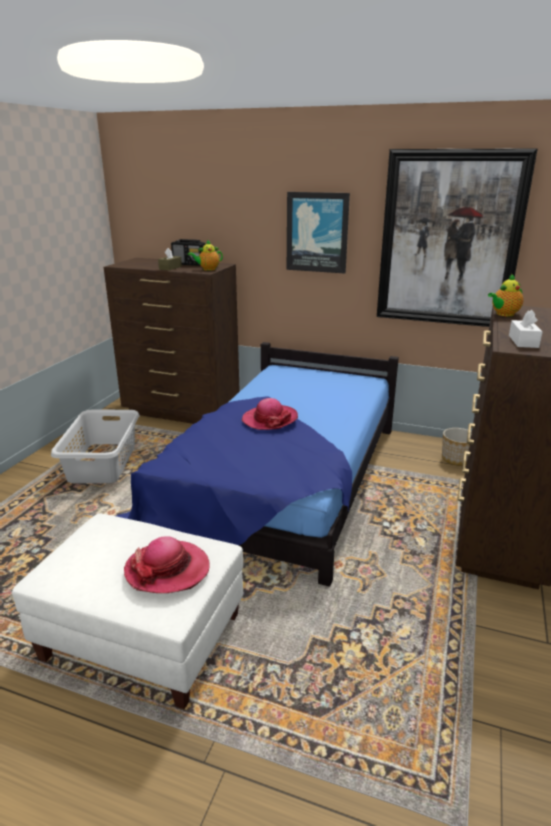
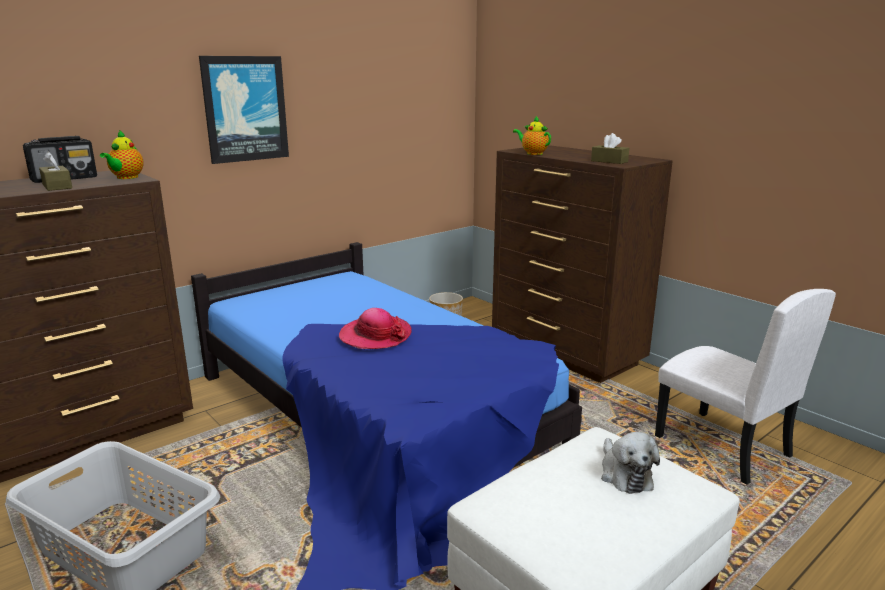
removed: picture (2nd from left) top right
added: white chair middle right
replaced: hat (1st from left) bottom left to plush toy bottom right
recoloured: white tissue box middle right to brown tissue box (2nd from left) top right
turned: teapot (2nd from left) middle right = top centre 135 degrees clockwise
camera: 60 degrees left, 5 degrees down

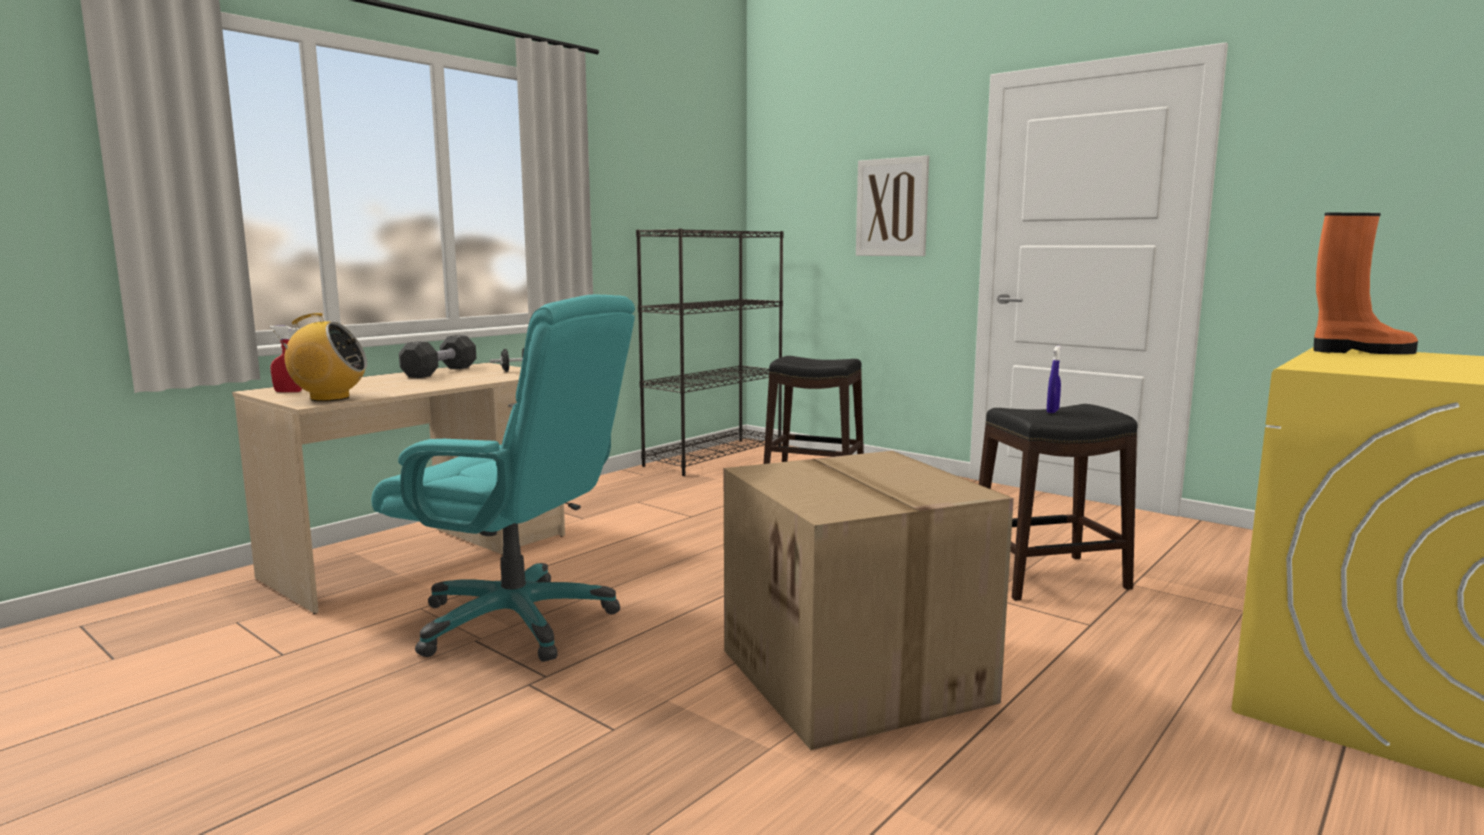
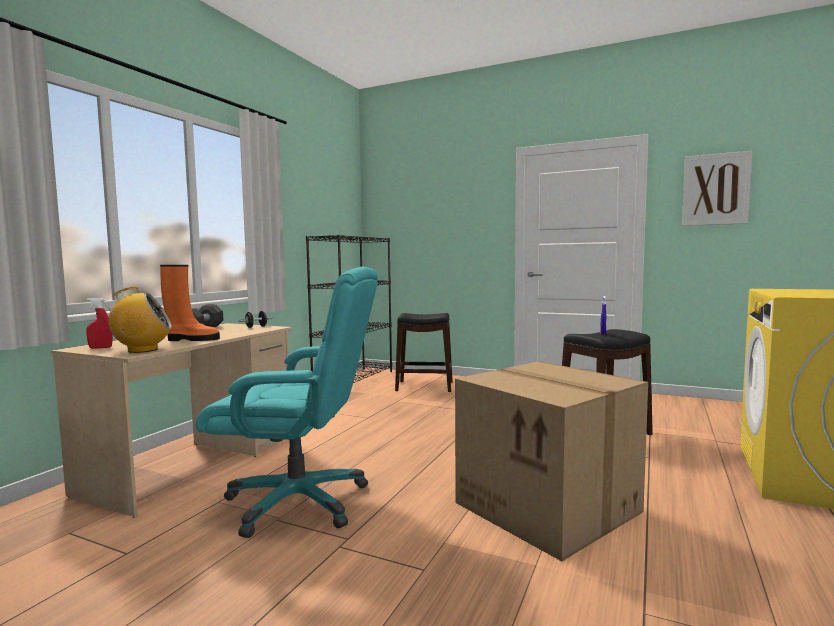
moved: picture top centre to top right; orange boot middle right to middle left
camera: 15 degrees left, 5 degrees down

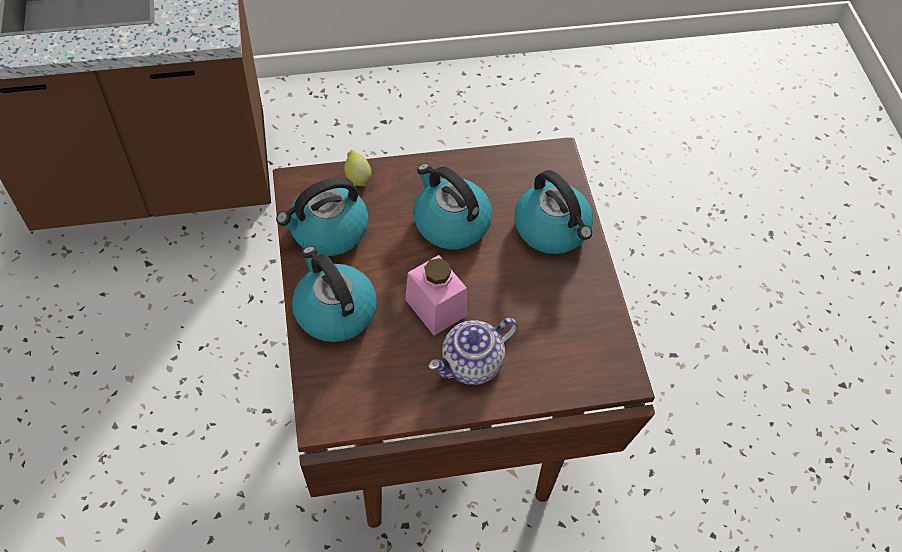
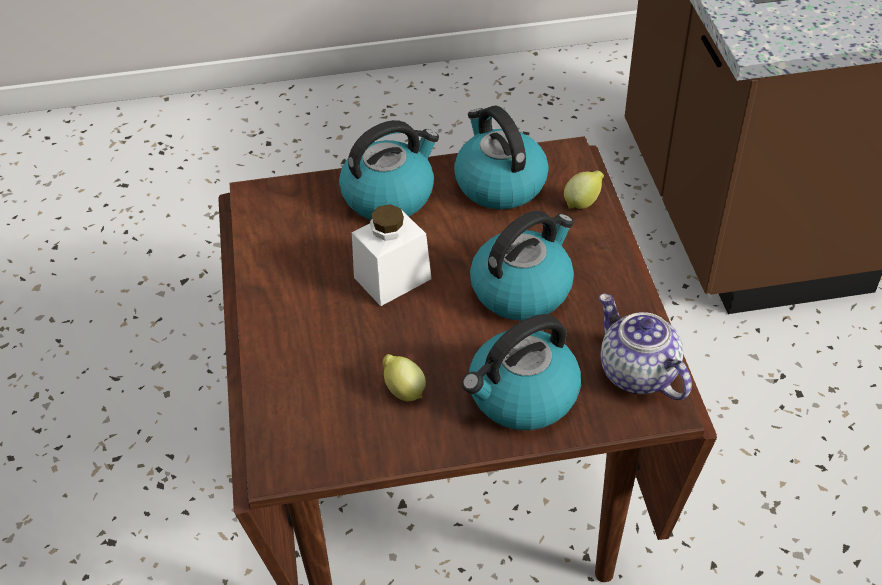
added: lemon (1st from left) centre
moved: teapot centre to middle right
recoloured: pink jar centre to white jar centre
camera: 95 degrees right, 10 degrees down

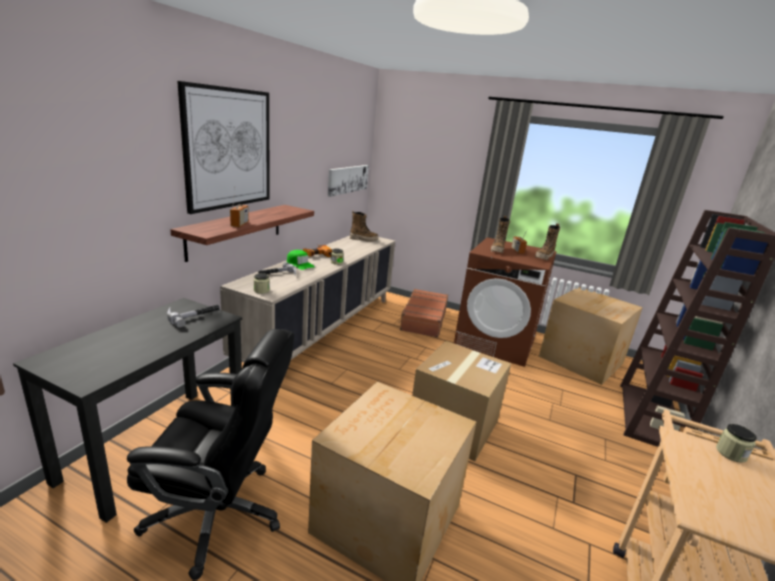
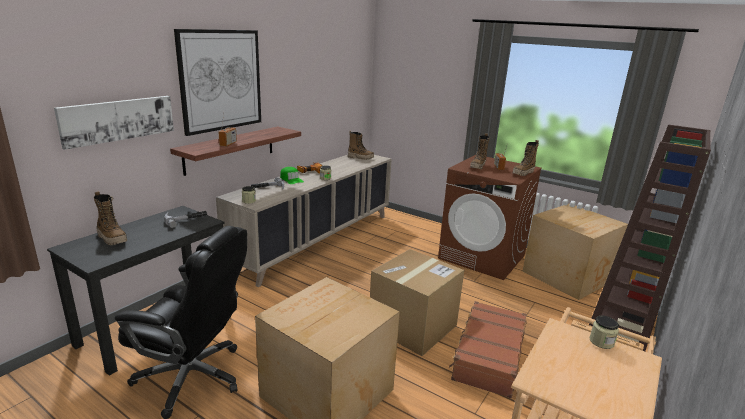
added: boot (1st from left) middle left
moved: picture (2nd from left in the first image) top centre to picture (1st from left) top left; brown suitcase centre to bottom centre
camera: 10 degrees right, 0 degrees up

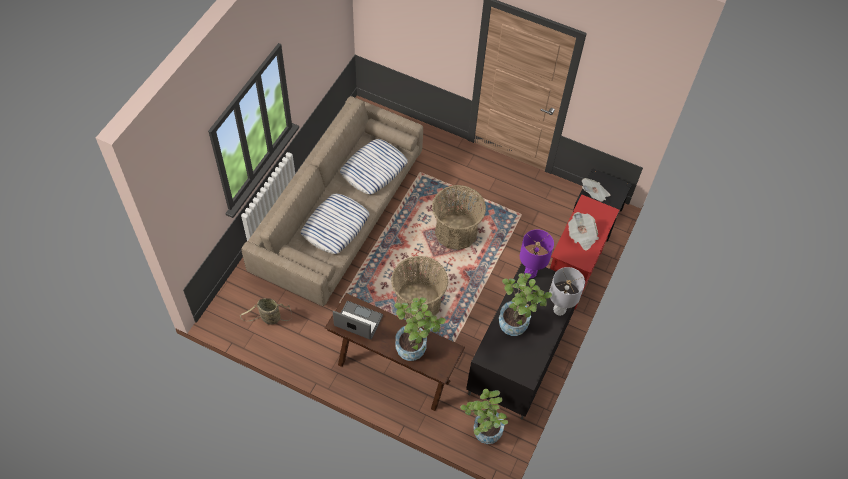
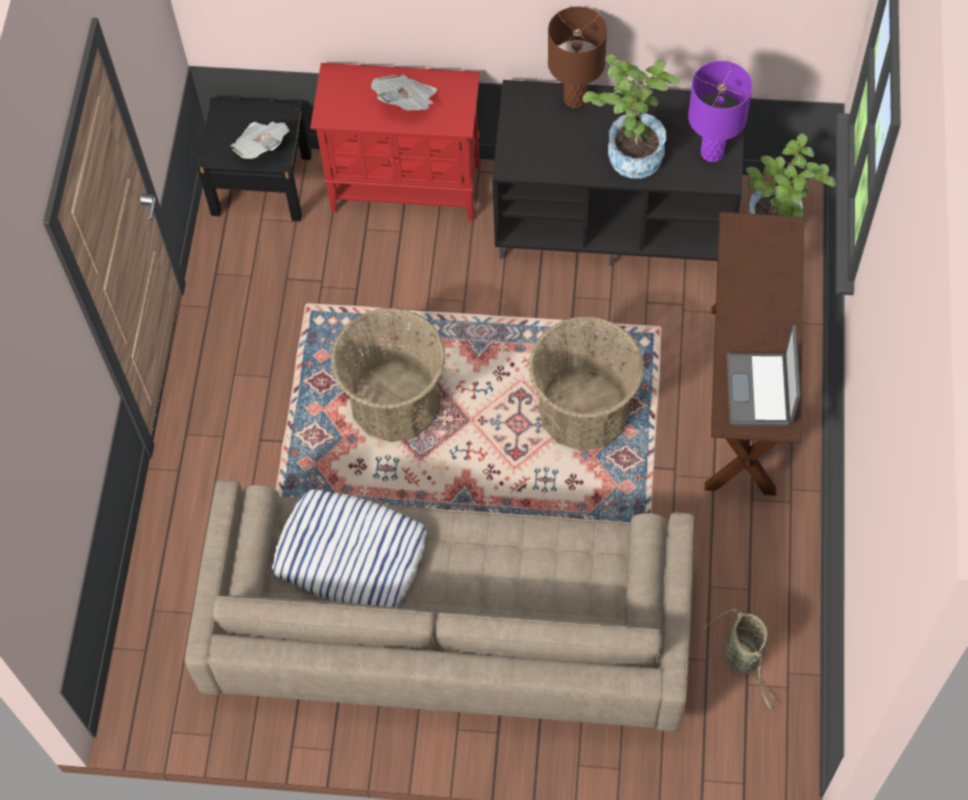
removed: pillow (1st from left) centre; potted plant (1st from left) bottom centre
moved: purple table lamp centre to top right
recoloured: grey table lamp middle right to brown table lamp top centre
camera: 105 degrees left, 5 degrees up

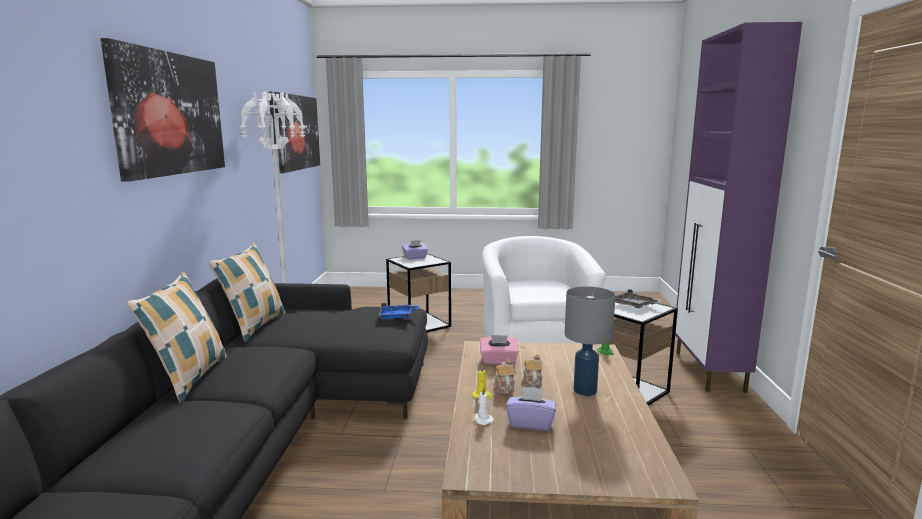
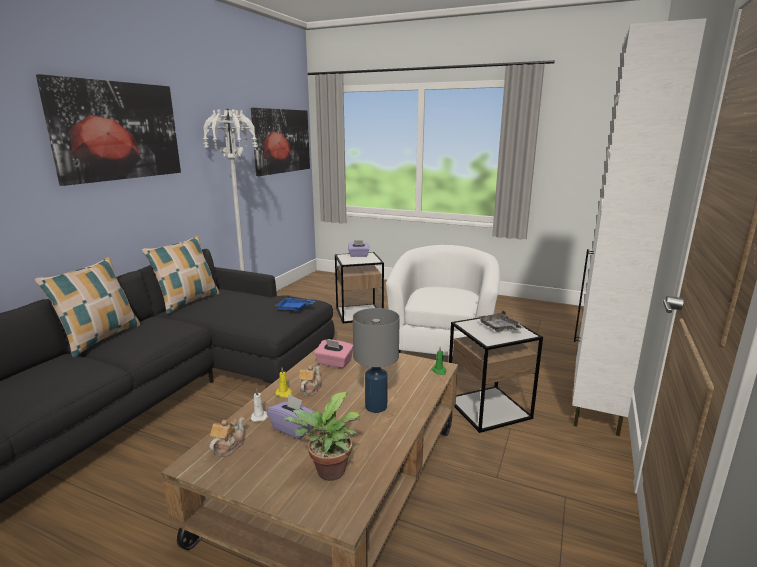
added: potted plant bottom centre
moved: teapot (2nd from left in the first image) bottom centre to teapot (1st from left) bottom left
recoloured: purple cabinet middle right to white cabinet middle right
camera: 20 degrees right, 5 degrees up

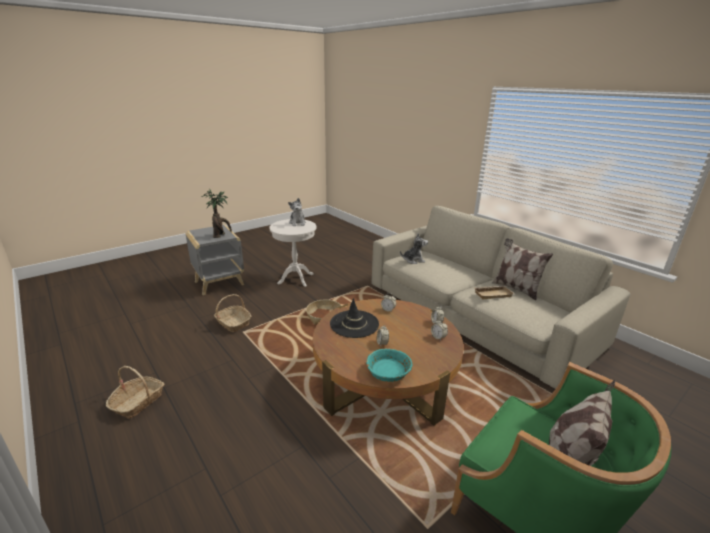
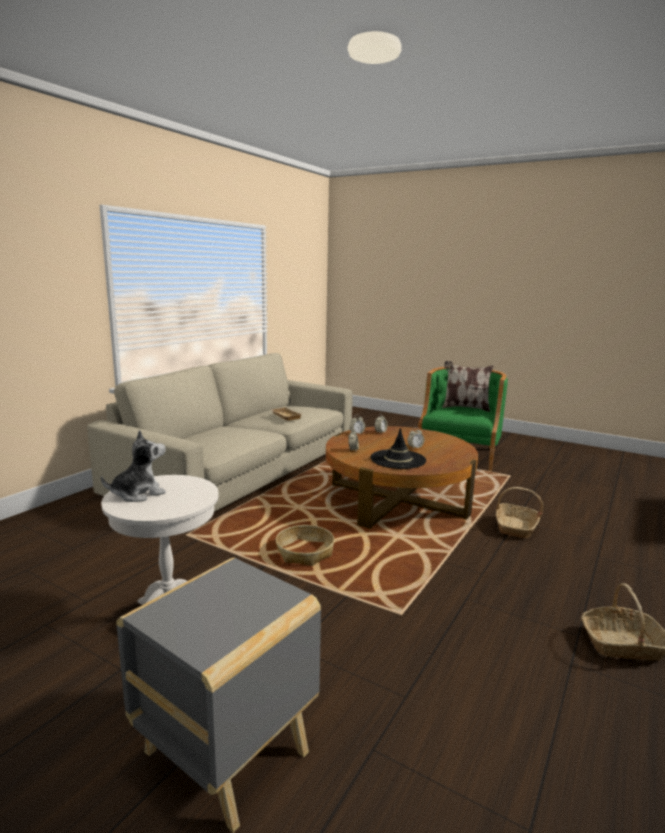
removed: potted plant middle left; turquoise bowl bottom centre; plush toy (2nd from left) centre; pillow (1st from left) middle right
moved: basket (2nd from left) middle left to middle right
camera: 110 degrees left, 10 degrees down

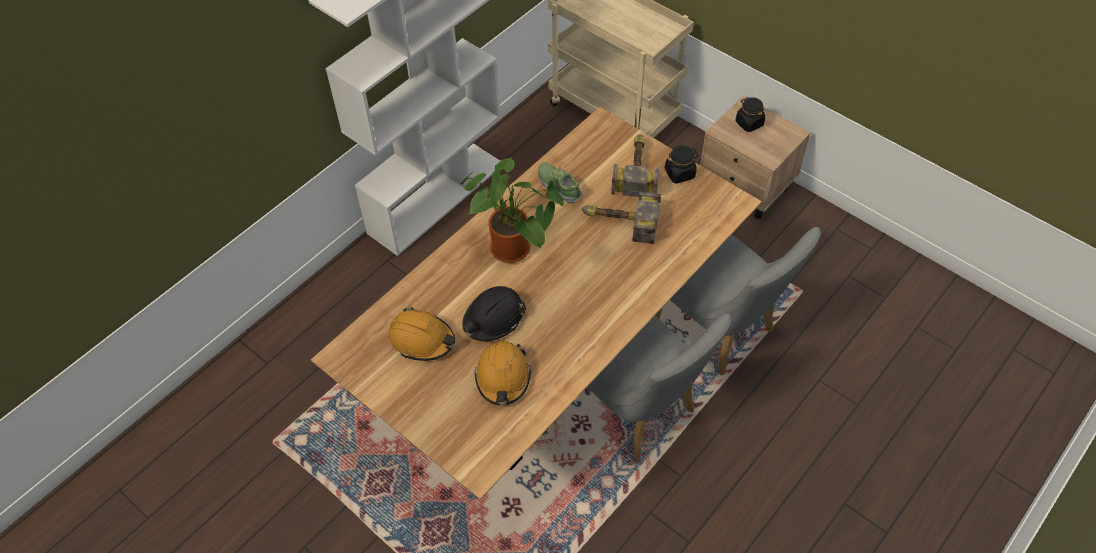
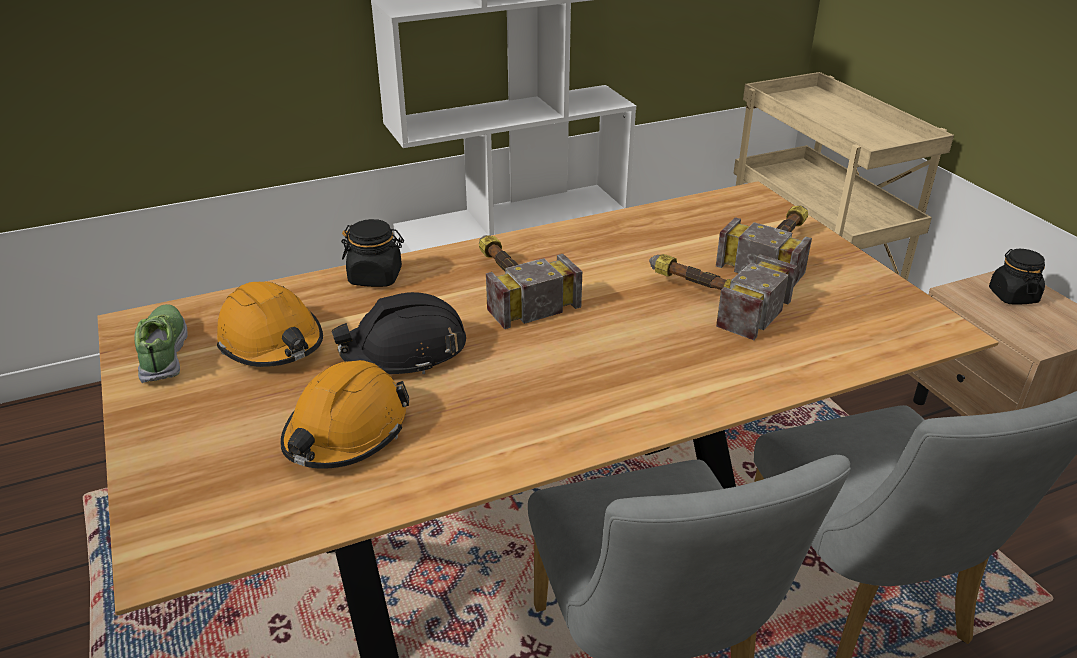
moved: shoe top centre to middle left; black jar (1st from left) top centre to centre
replaced: potted plant centre to hammer (1st from left) centre
camera: 25 degrees right, 20 degrees down

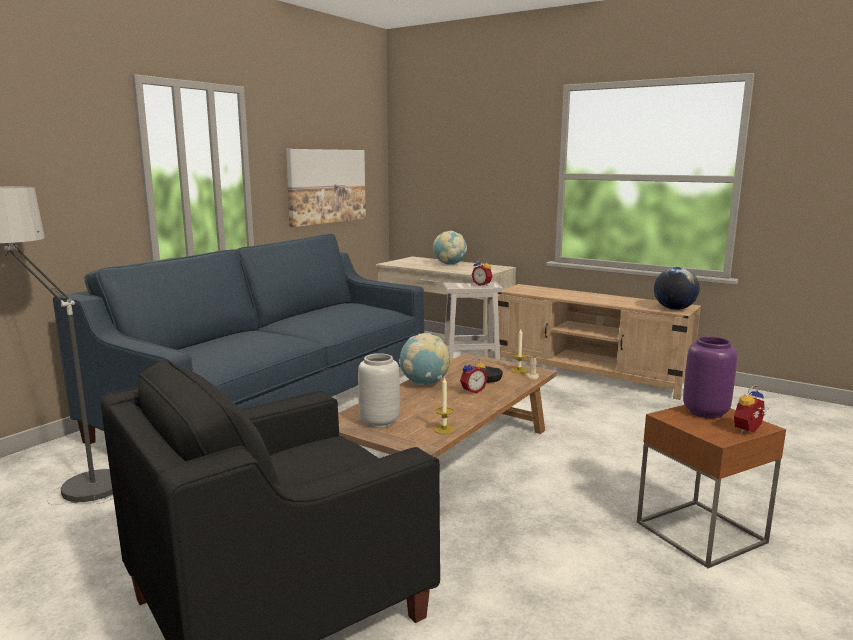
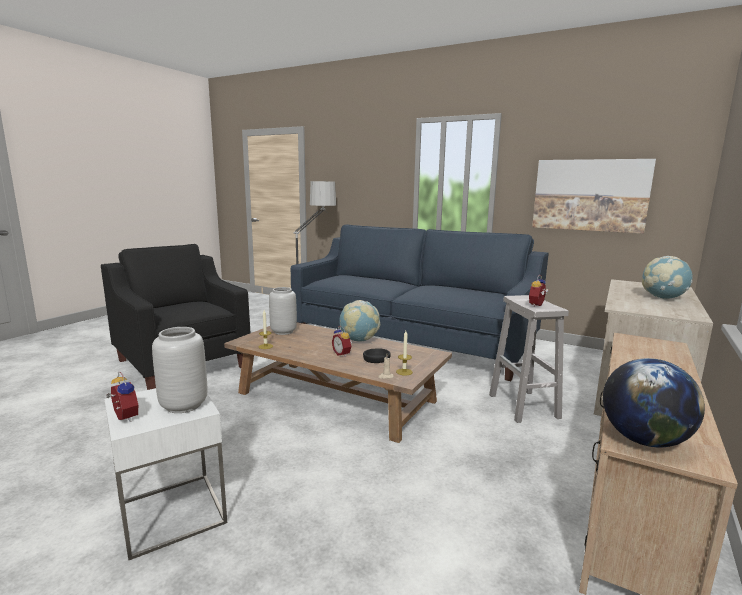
recoloured: brown side table bottom right to white side table bottom left; purple vase middle right to grey vase (1st from left) middle left
camera: 85 degrees right, 0 degrees up

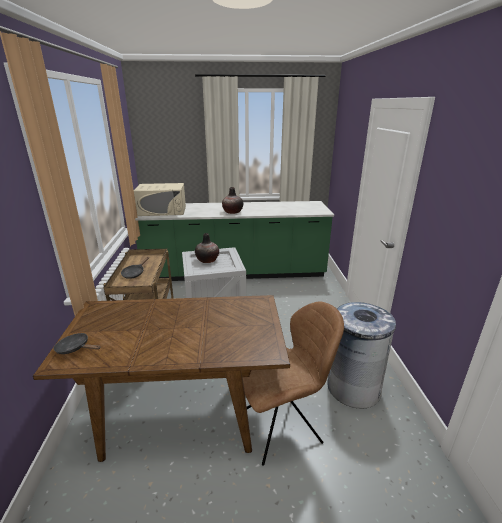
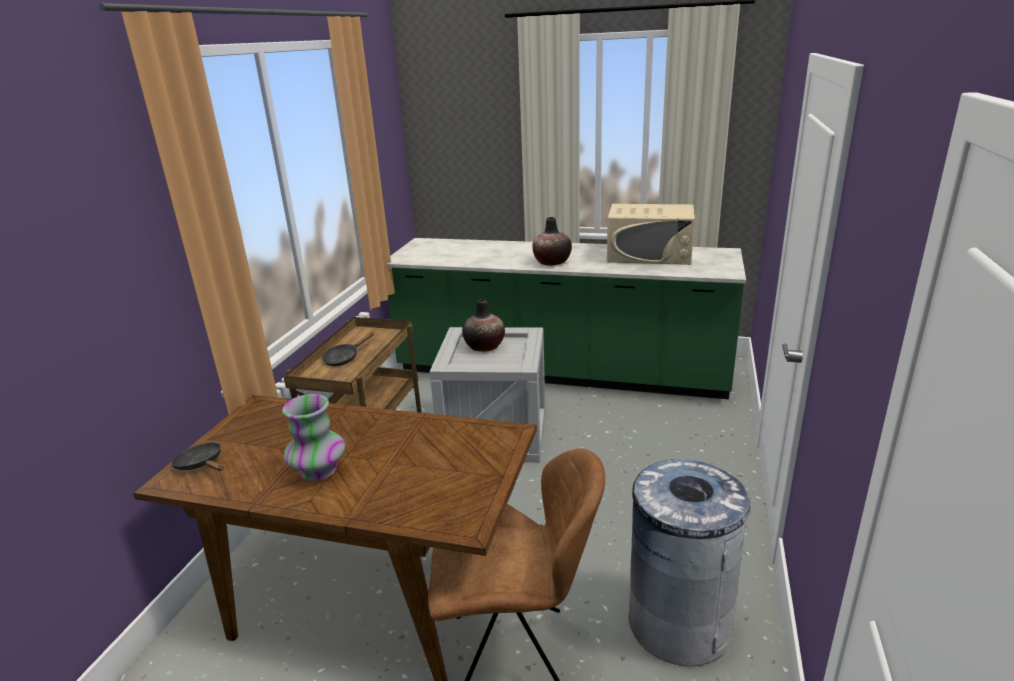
added: vase (1st from left) middle left
moved: beige microwave middle left to centre
camera: 20 degrees right, 0 degrees up

